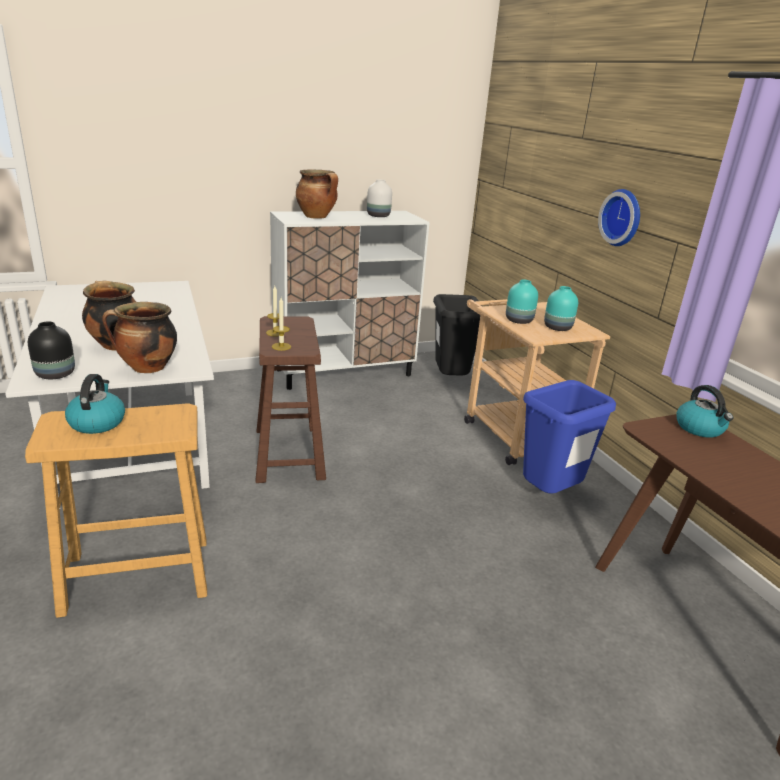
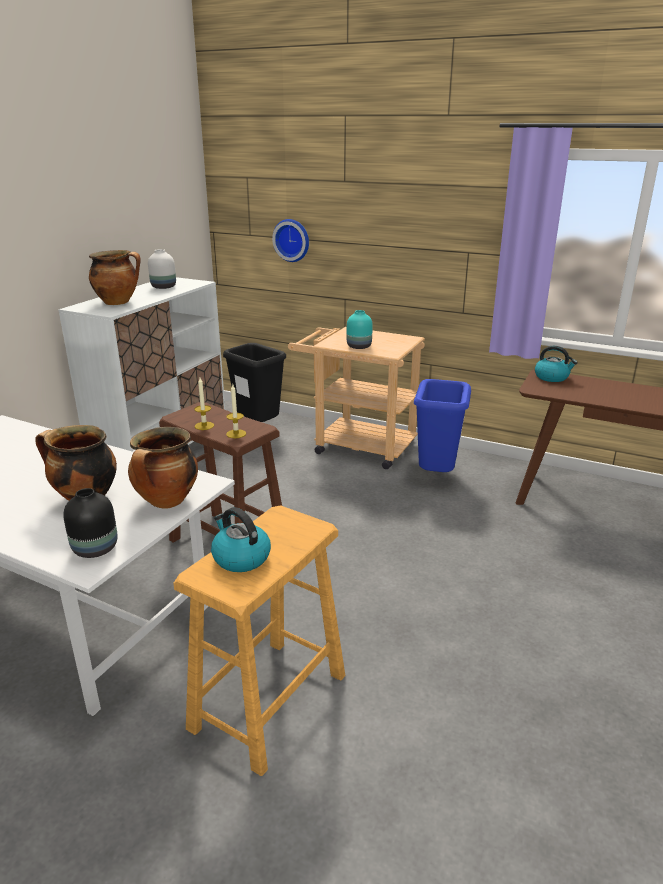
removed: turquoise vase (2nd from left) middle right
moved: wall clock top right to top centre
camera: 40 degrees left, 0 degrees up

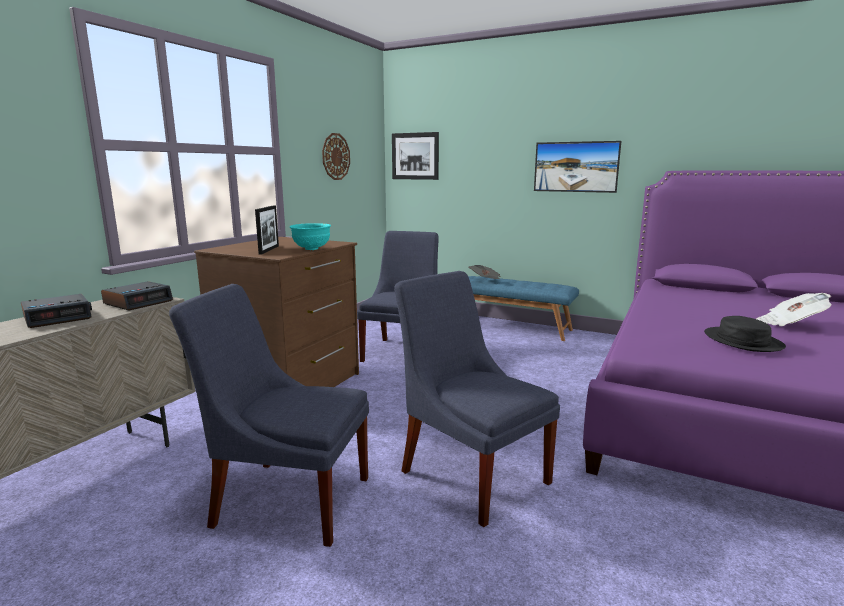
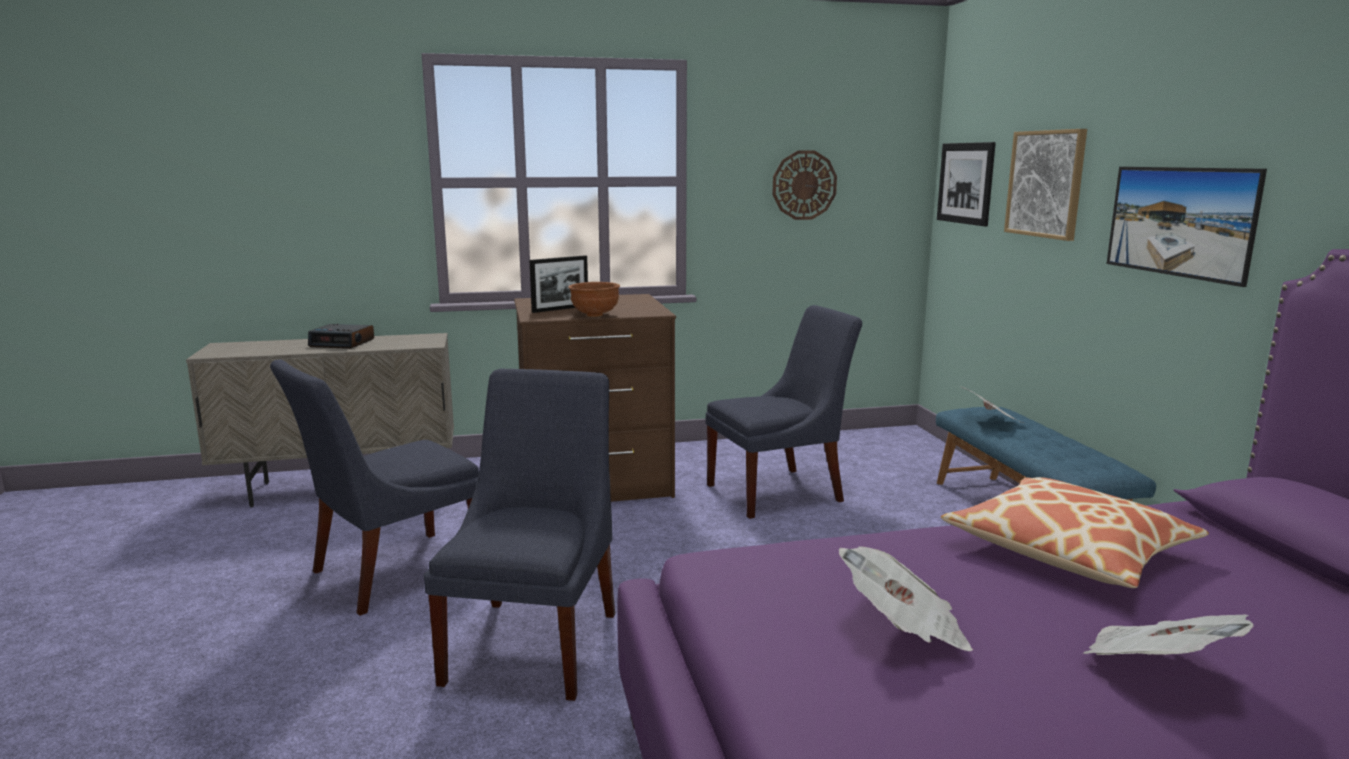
removed: alarm clock (2nd from left) middle left
added: pillow bottom right; picture (2nd from left) top right
replaced: black hat middle right to newspaper (1st from left) bottom right
recoloured: turquoise bowl centre to brown bowl centre
turned: blue chair (1st from left) bottom left = middle left 105 degrees counterclockwise
camera: 50 degrees right, 0 degrees up

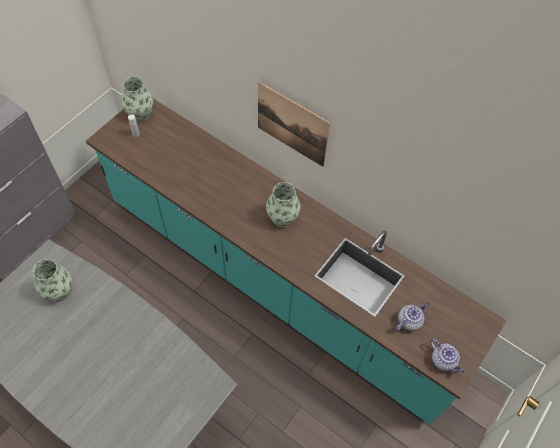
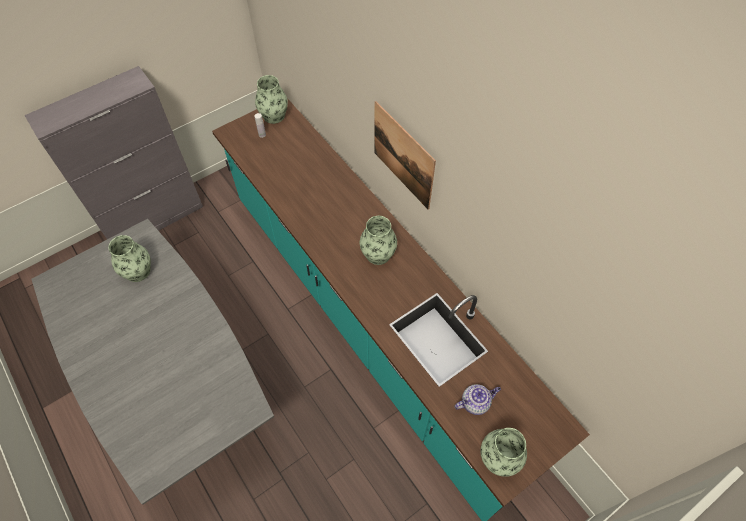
replaced: teapot (2nd from left) bottom right to vase (4th from left) bottom right
camera: 20 degrees right, 0 degrees up

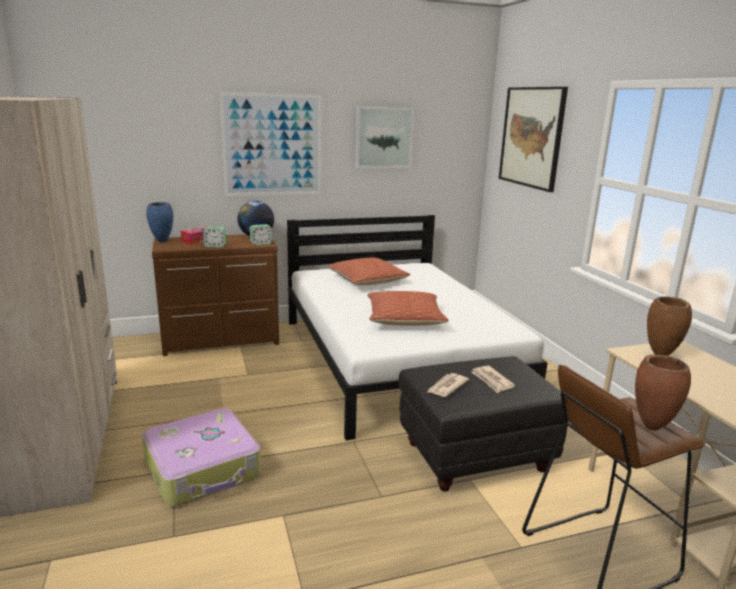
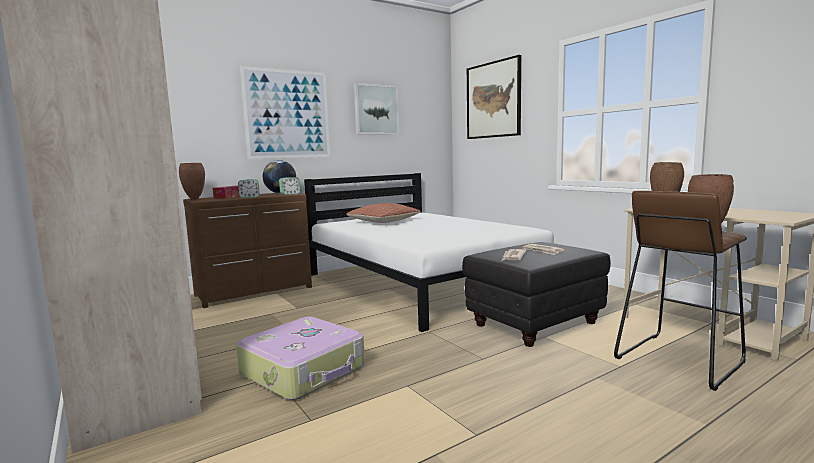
removed: pillow (2nd from left) centre
recoloured: blue vase middle left to brown vase (1st from left) middle left
camera: 15 degrees left, 10 degrees down

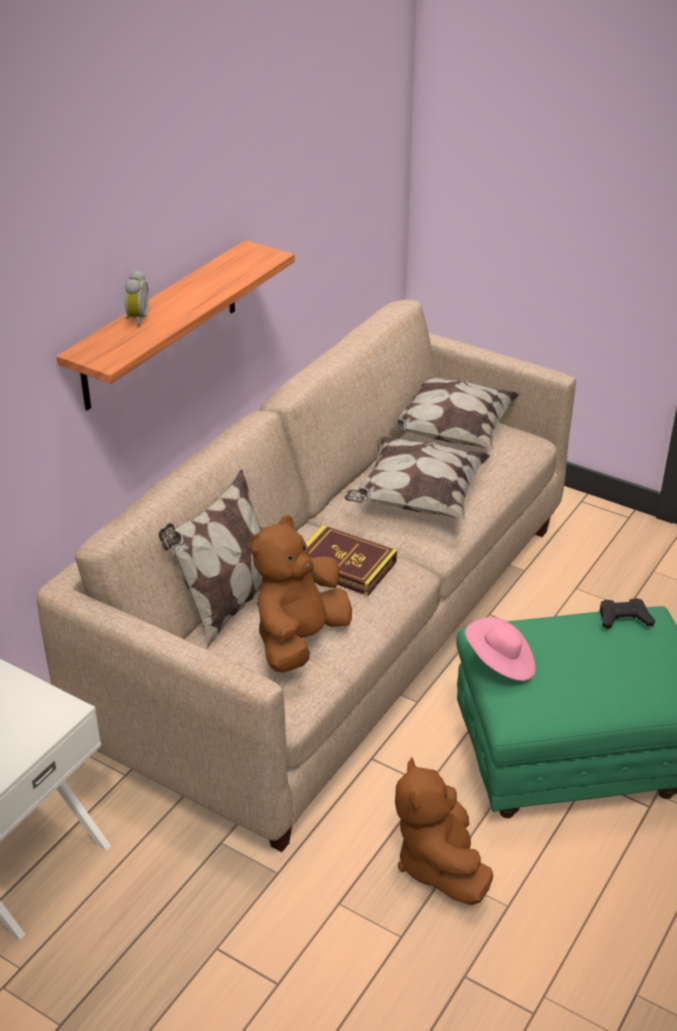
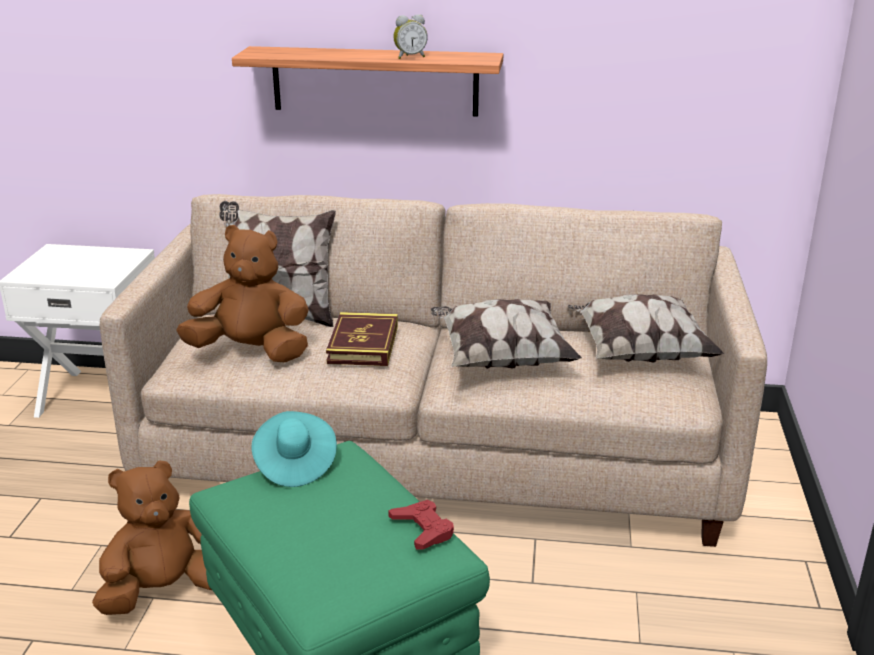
moved: alarm clock top left to top centre
recoloured: pink hat middle right to turquoise hat bottom centre; black game controller middle right to red game controller bottom centre
camera: 65 degrees right, 10 degrees down

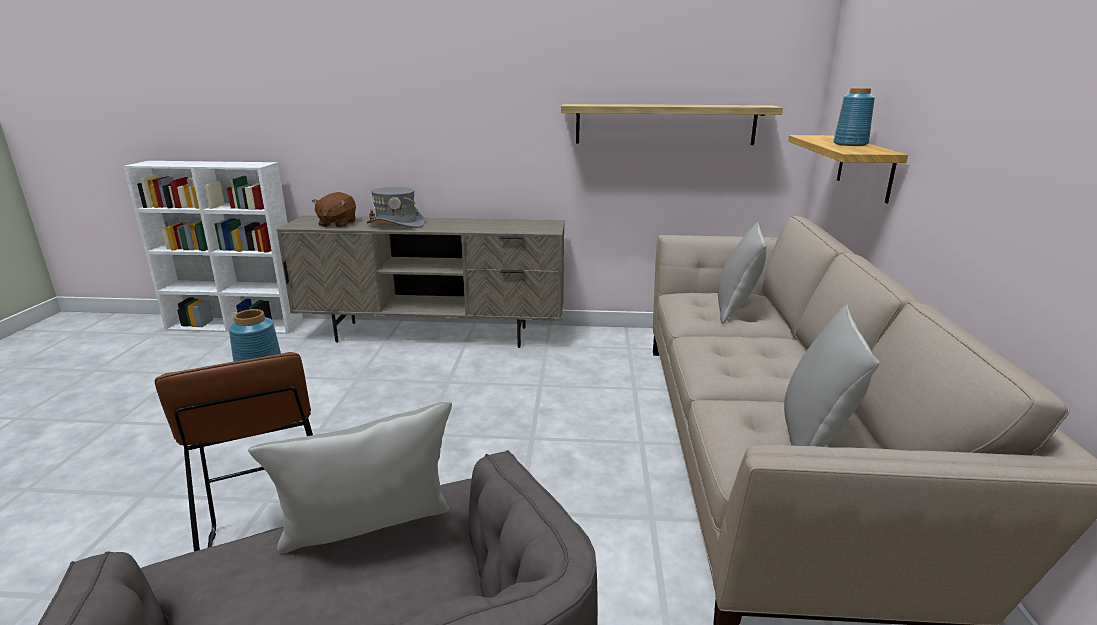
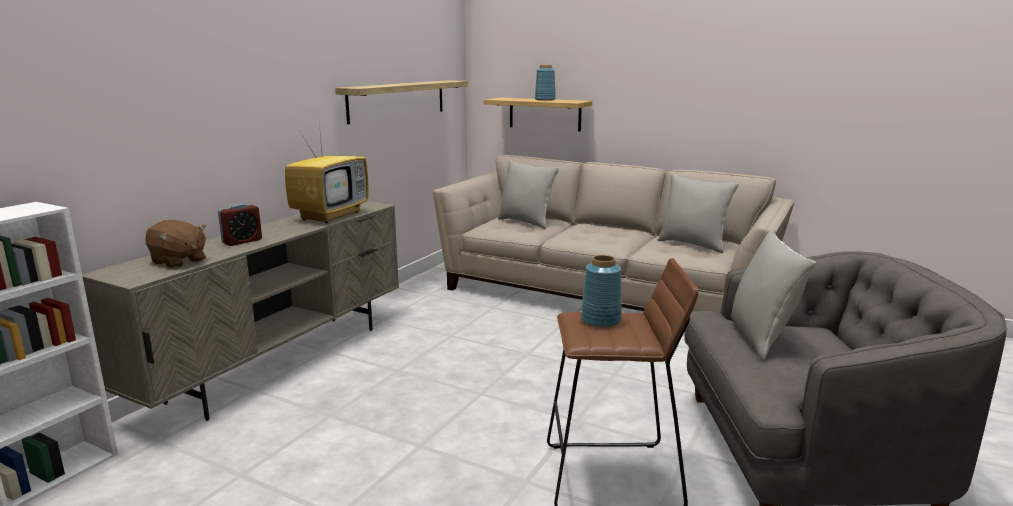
added: television middle left
replaced: grey hat top centre to alarm clock middle left
camera: 65 degrees left, 5 degrees down

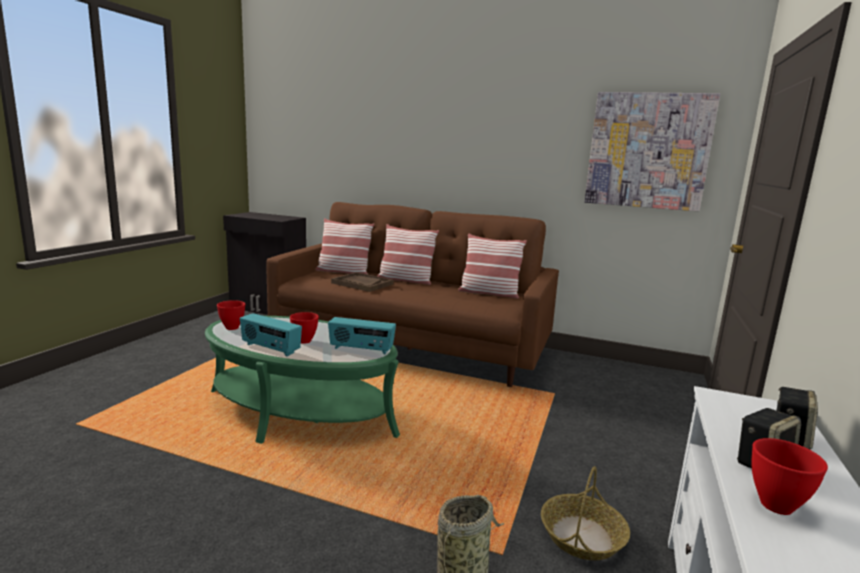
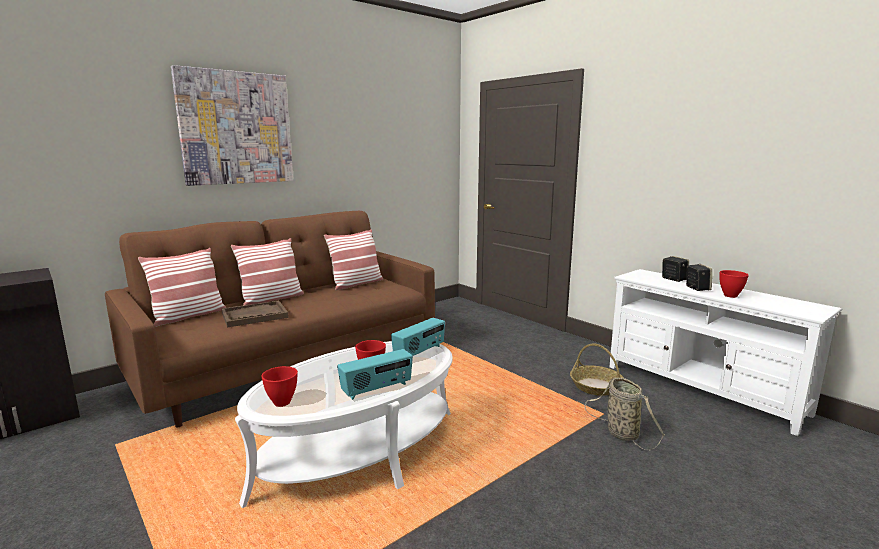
moved: picture top right to top left
recoloured: green coffee table centre to white coffee table bottom centre
camera: 60 degrees left, 0 degrees up

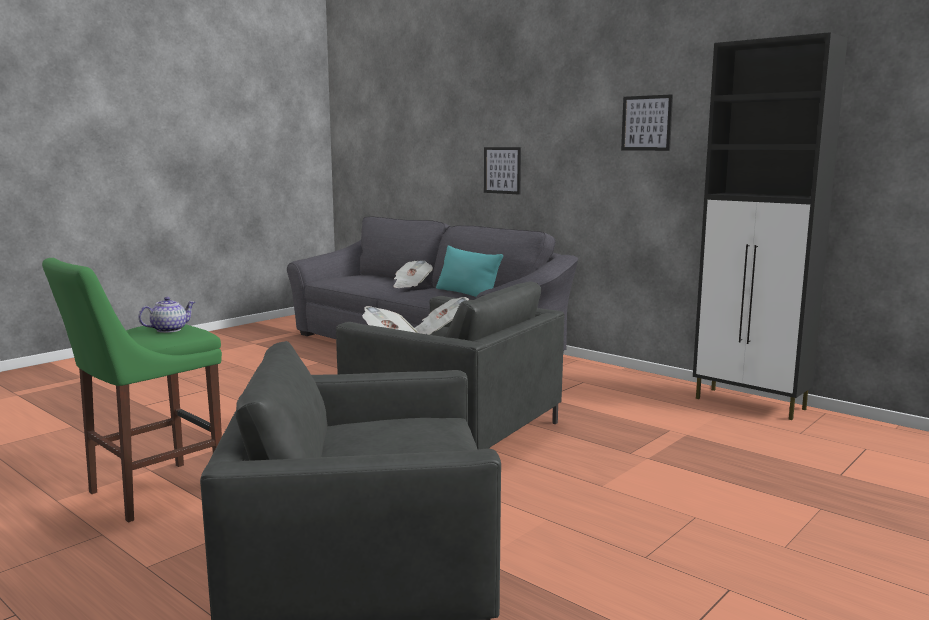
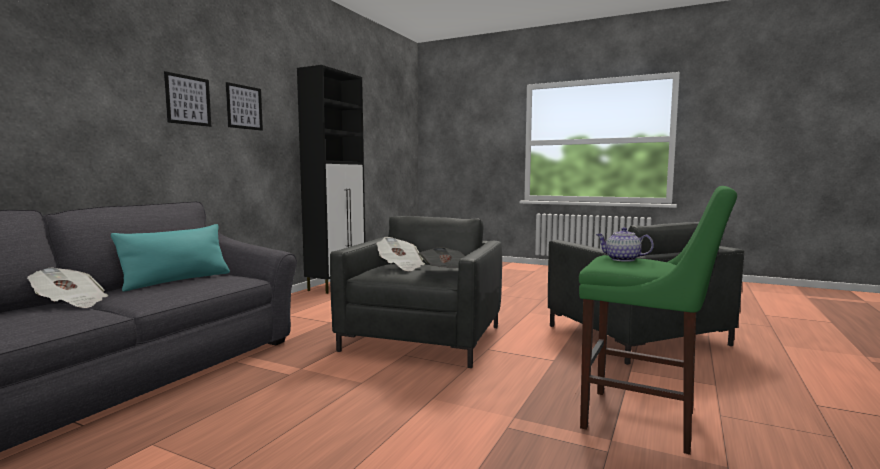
moved: picture (1st from left) top centre to top left
camera: 105 degrees left, 5 degrees down

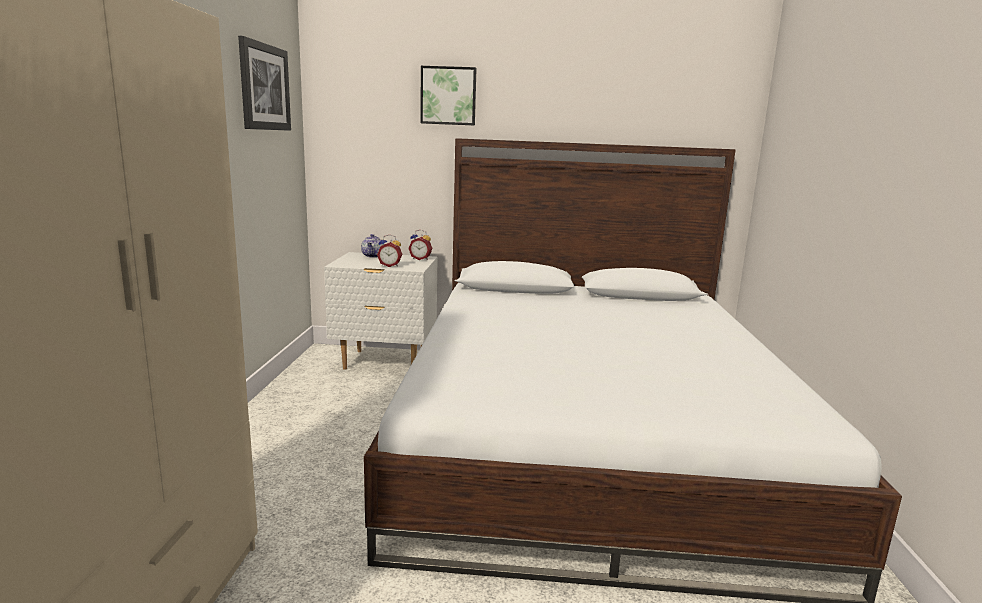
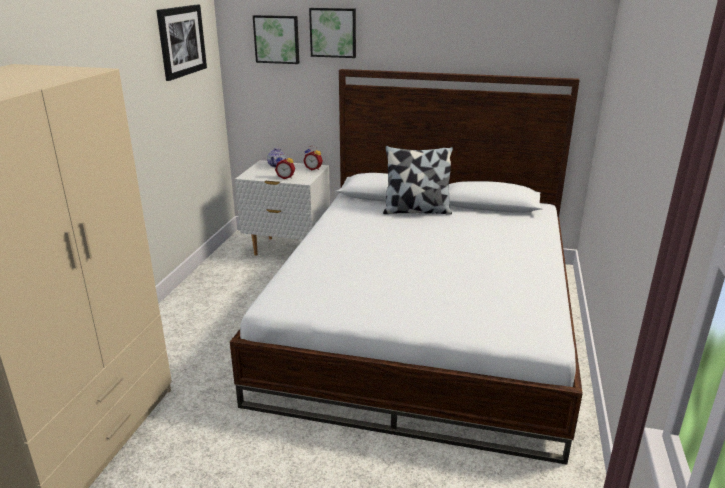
added: picture (2nd from left) top centre; pillow centre
camera: 10 degrees right, 10 degrees up

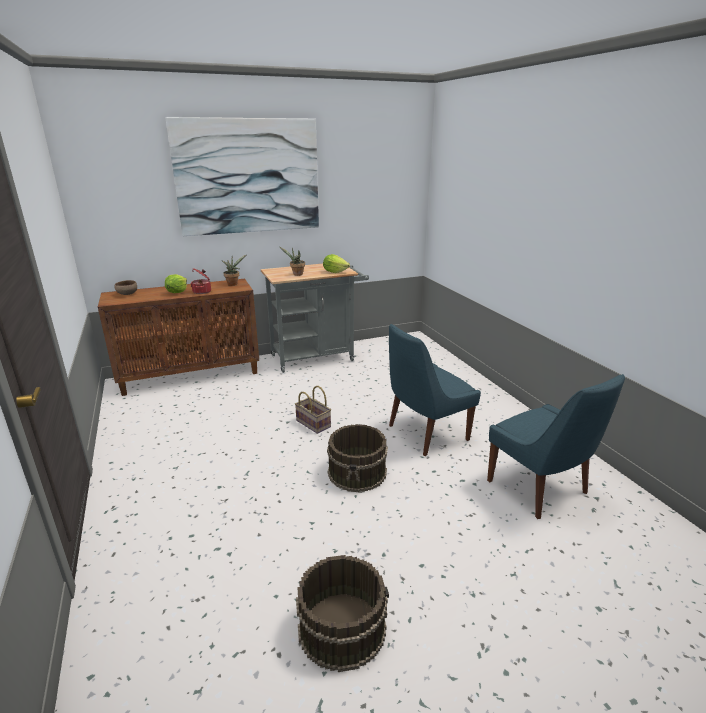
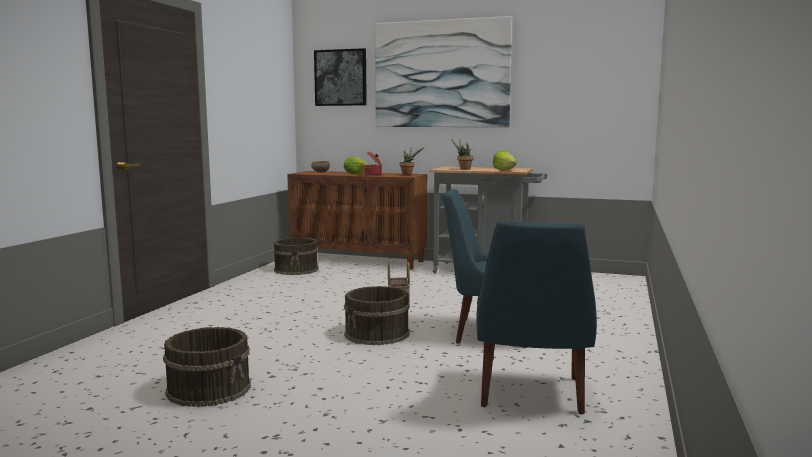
added: brown bucket (2nd from left) centre; picture (1st from left) top centre
camera: 40 degrees right, 15 degrees down

